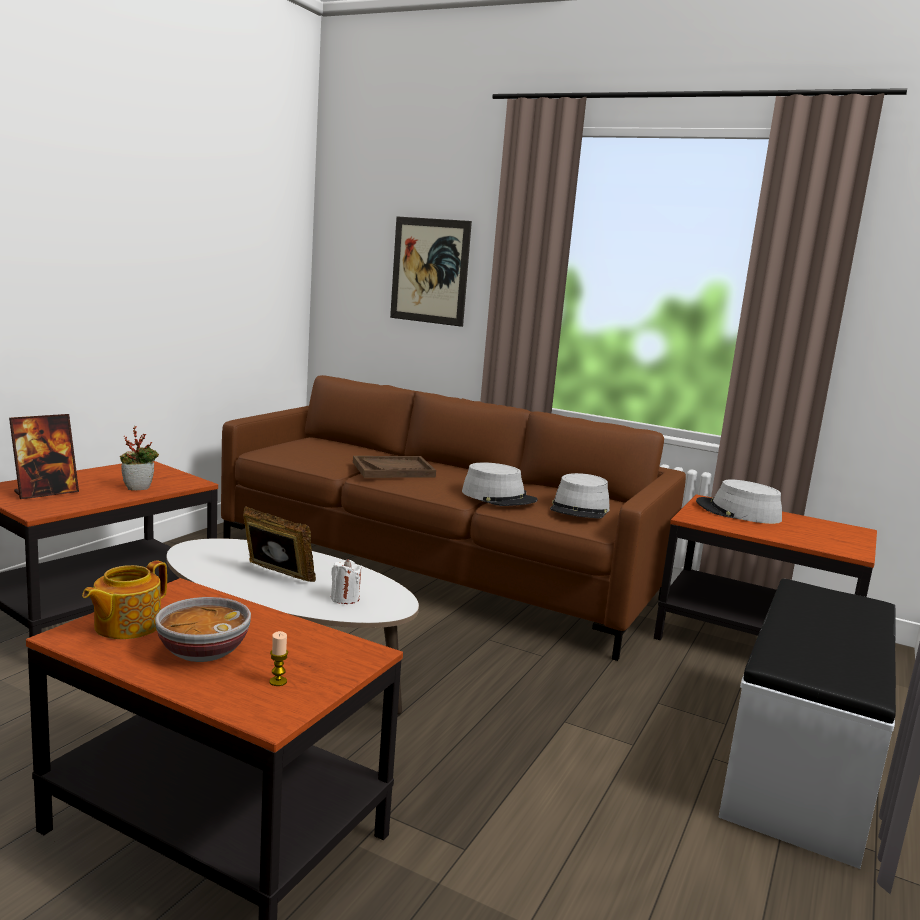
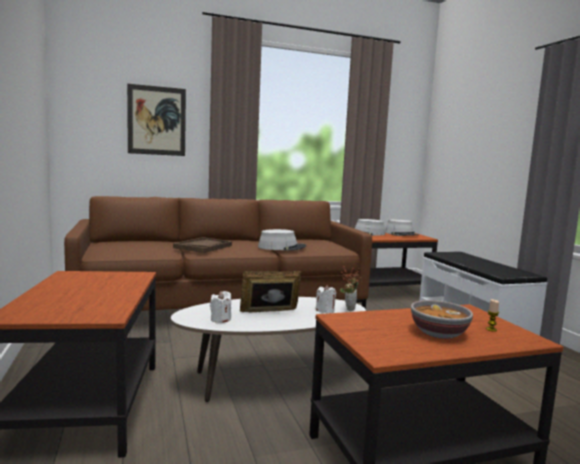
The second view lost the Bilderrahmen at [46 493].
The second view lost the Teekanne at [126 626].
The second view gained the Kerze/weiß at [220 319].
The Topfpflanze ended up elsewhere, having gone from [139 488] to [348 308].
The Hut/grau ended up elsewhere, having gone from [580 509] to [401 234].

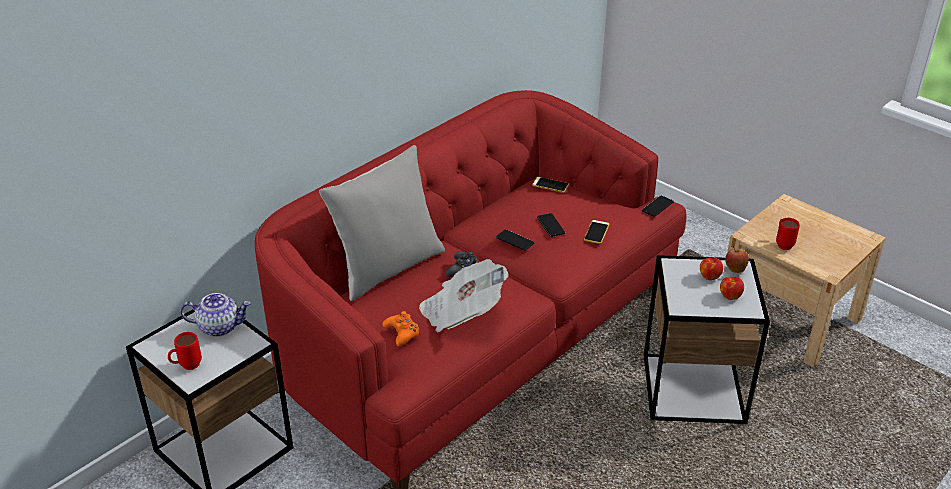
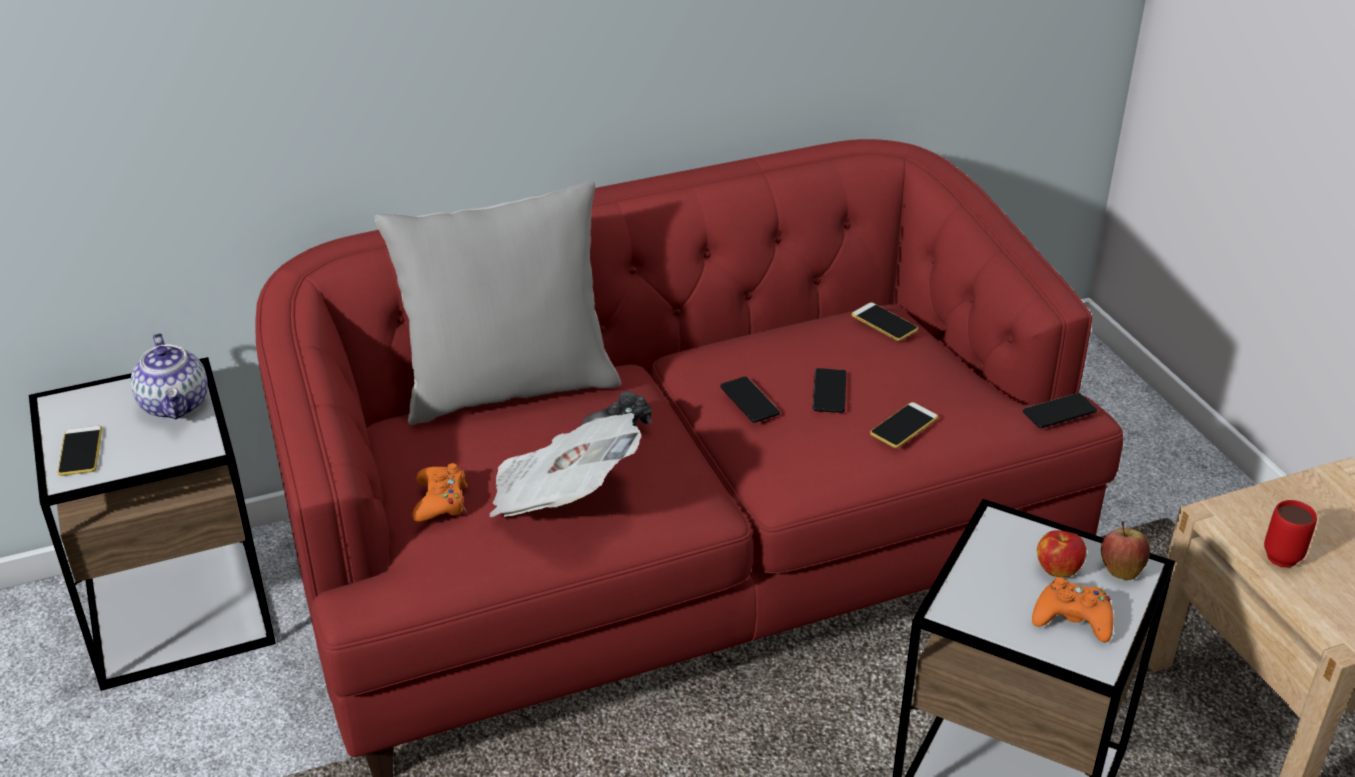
Where the Henkelbecher/rot stood at [186 366], the Handy came to stand at [80 451].
Where the Apfel stood at [730 296], the Gamepad/orange came to stand at [1073 618].
The Teekanne at [220 327] ended up facing another way, 45 degrees clockwise from before.

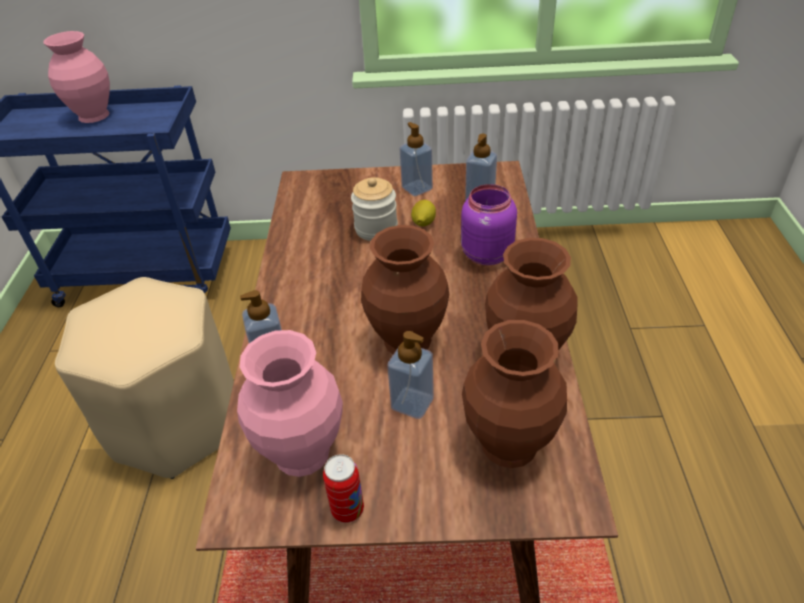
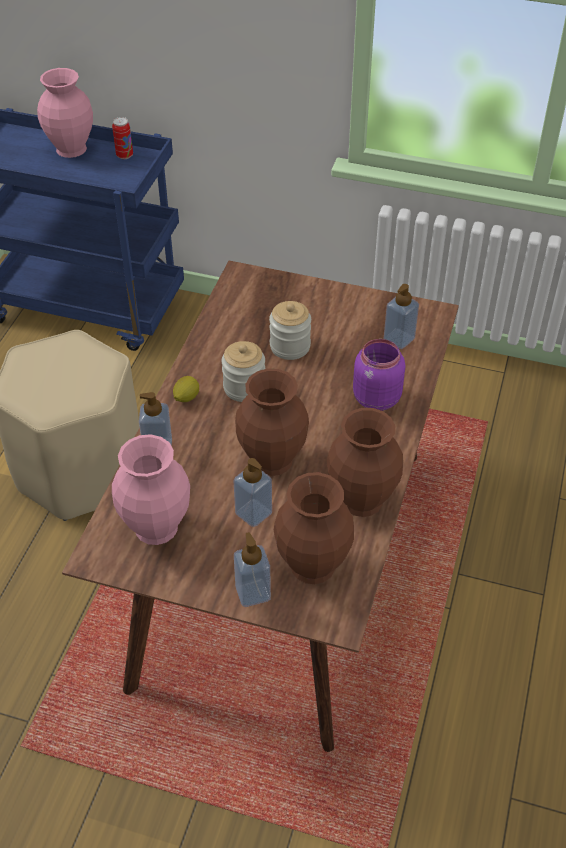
The second view gained the Vorratsglas at [244 387].
The Dose ended up elsewhere, having gone from [347 510] to [124 155].
The Seifenspender ended up elsewhere, having gone from [417 188] to [253 593].
The Zitrone ended up elsewhere, having gone from [423 223] to [186 398].

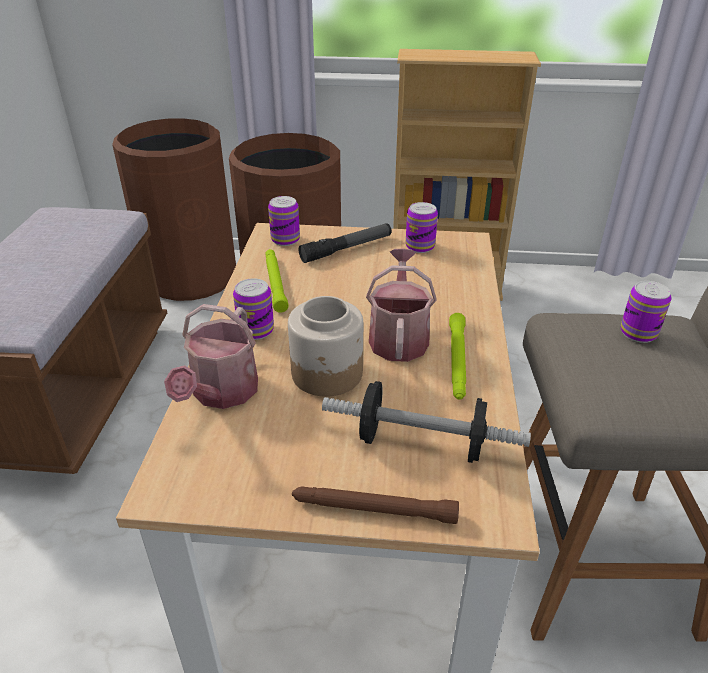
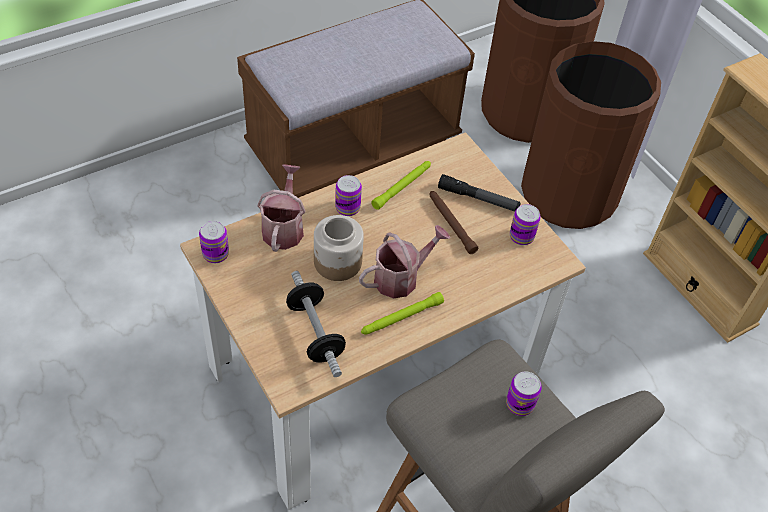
The Dose ended up elsewhere, having gone from [285 239] to [215 254].
The Taschenlampe/braun ended up elsewhere, having gone from [373 509] to [451 224].
The Gießkanne at [221 393] ended up facing another way, 120 degrees clockwise from before.

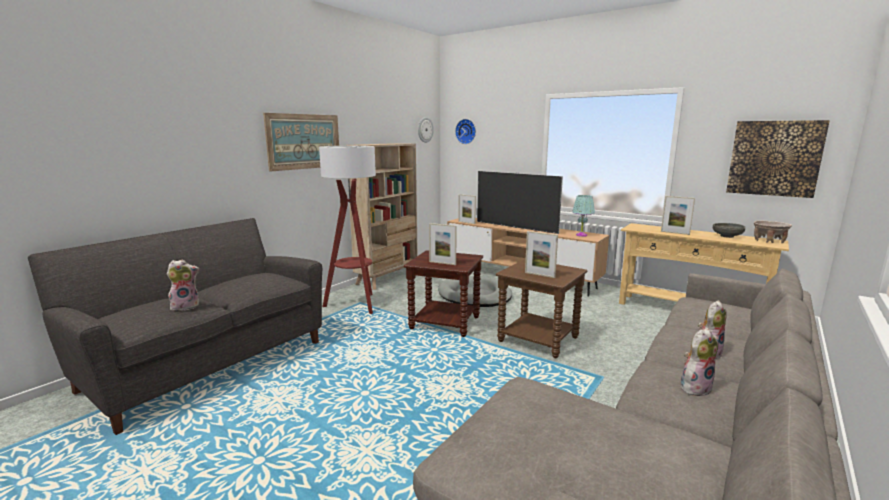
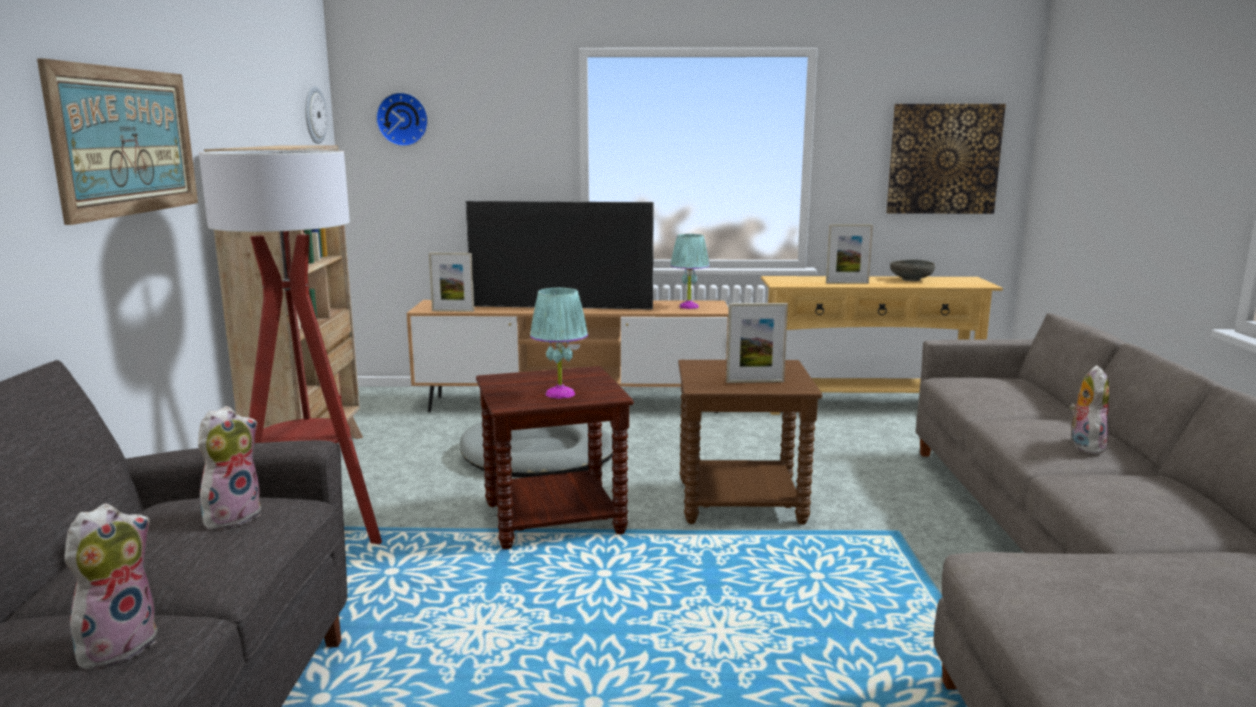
The second view lost the Schüssel/beige at [769 241].
The Plüschtier ended up elsewhere, having gone from [695 387] to [232 516].
Where the Bilderrahmen stood at [442 263], the Tischlampe/türkis came to stand at [560 394].

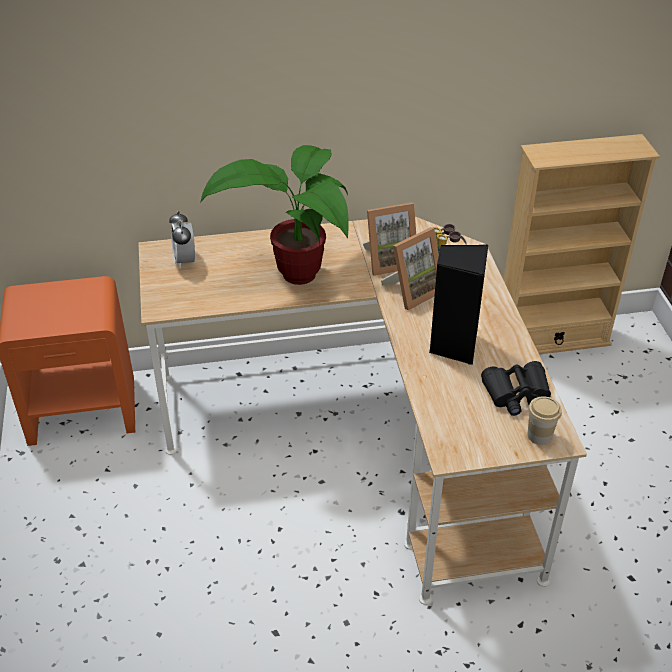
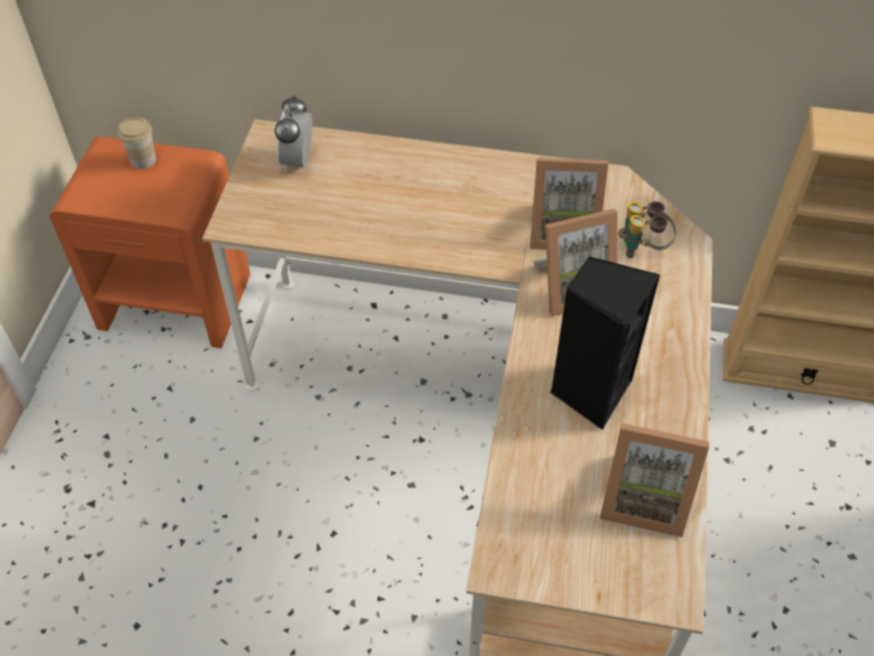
The second view lost the Topfpflanze at [293 276].
The Tasse ended up elsewhere, having gone from [539 435] to [143 160].
Where the Fernglas/schwarz stood at [516 395], the Bilderrahmen came to stand at [644 499].

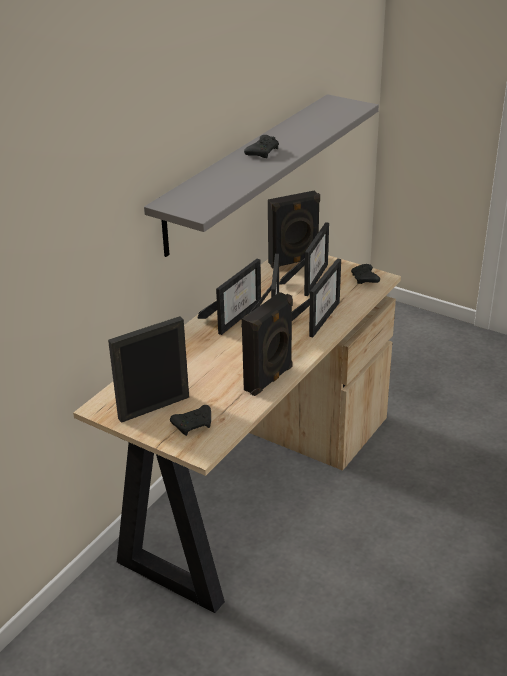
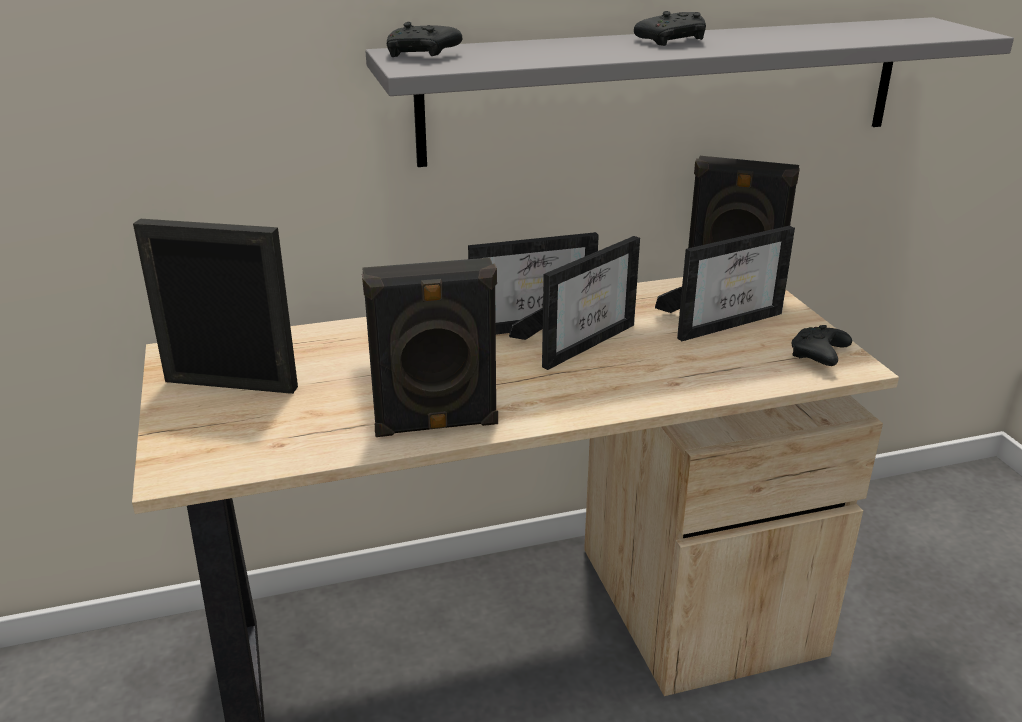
The second view lost the Bilderrahmen at [318 317].
The Gamepad/schwarz ended up elsewhere, having gone from [194 425] to [422 55].

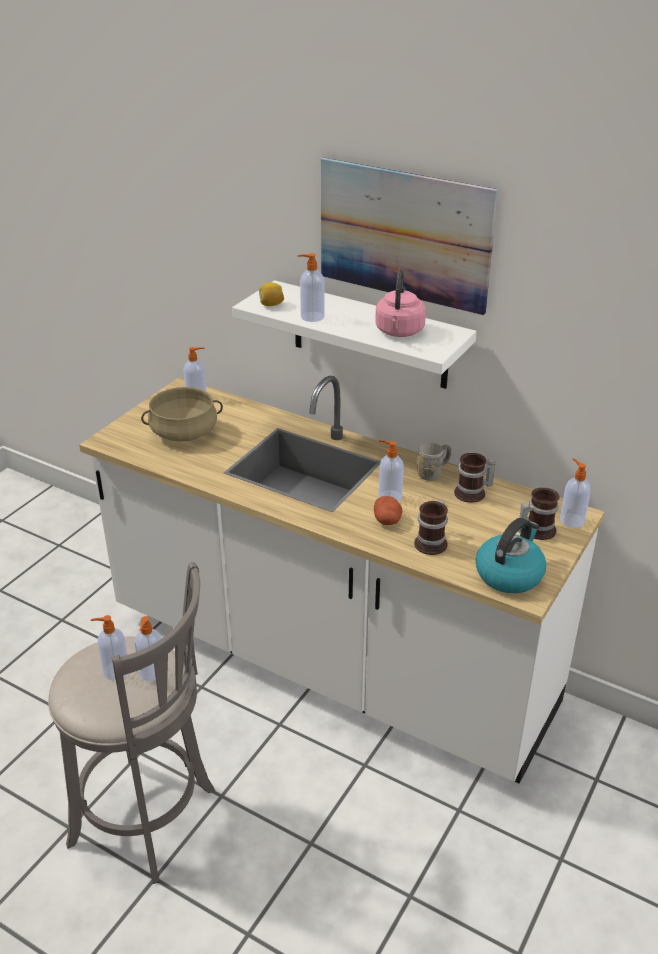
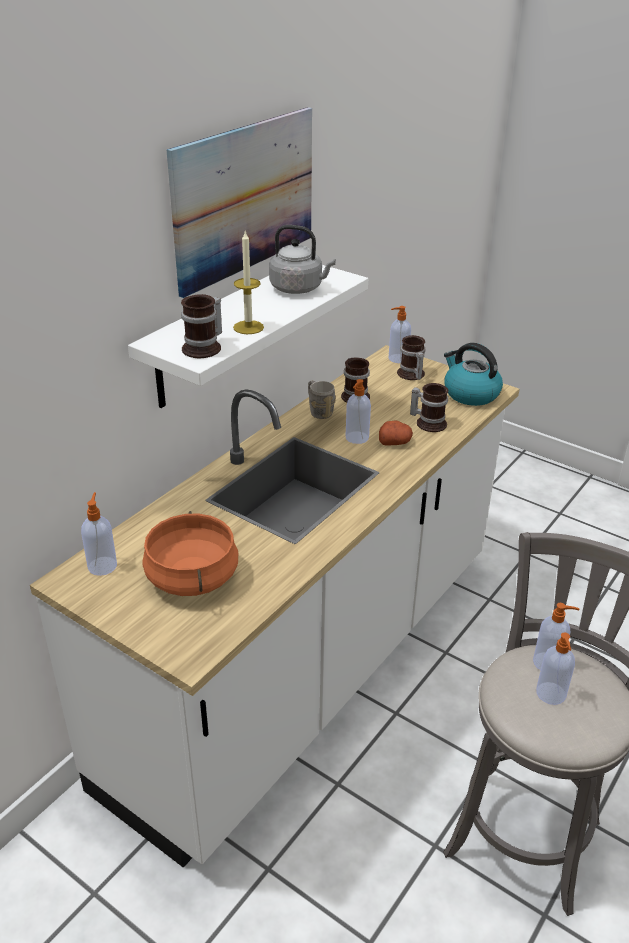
Where the Zitrone stood at [271 305], the Henkelbecher came to stand at [205 348].
Where the Seifenspender stood at [311 317], the Kerze came to stand at [248 327].
What was the Kochtopf/beige at [184 433] turned into the Kochtopf/orange at [193 577].
What was the Wasserkessel/rosa at [399 332] turned into the Wasserkessel/grau at [299 288].

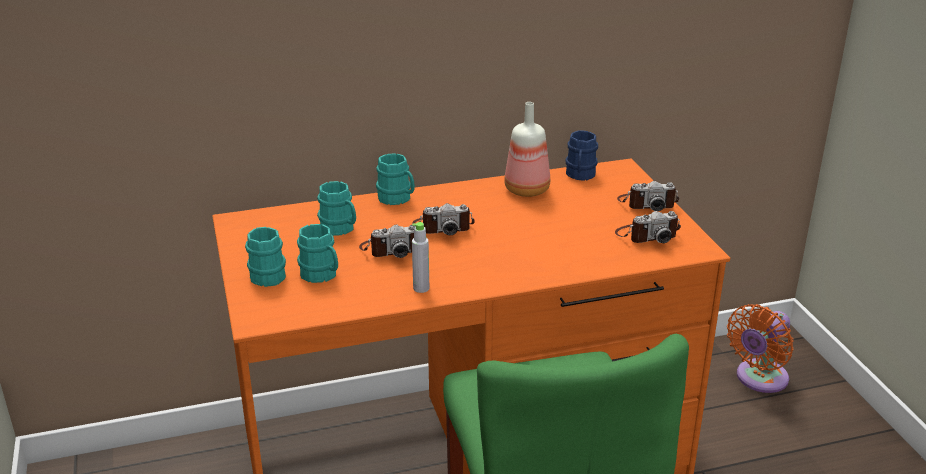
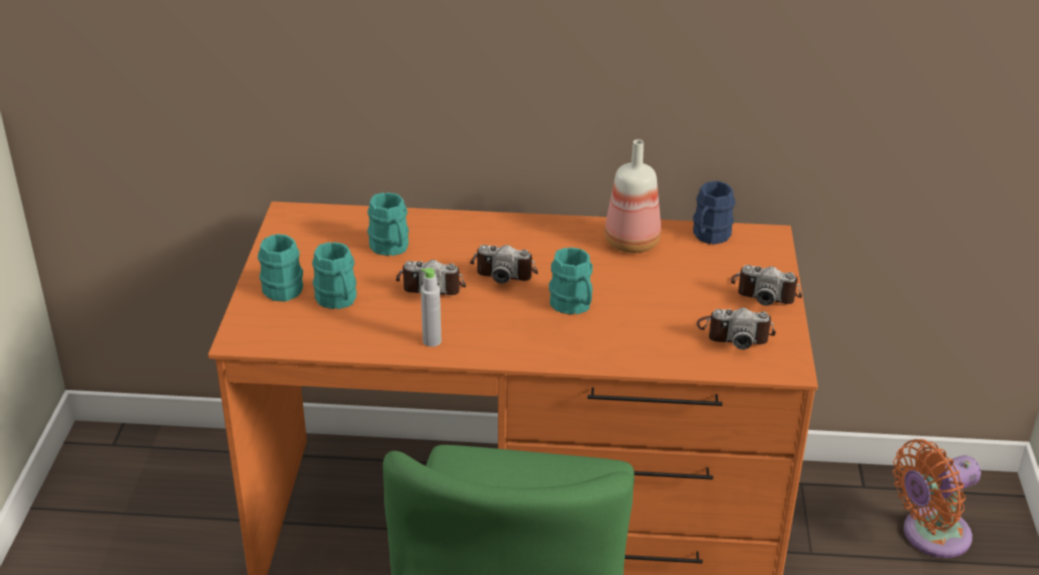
The Henkelbecher/türkis ended up elsewhere, having gone from [397 199] to [573 306].

